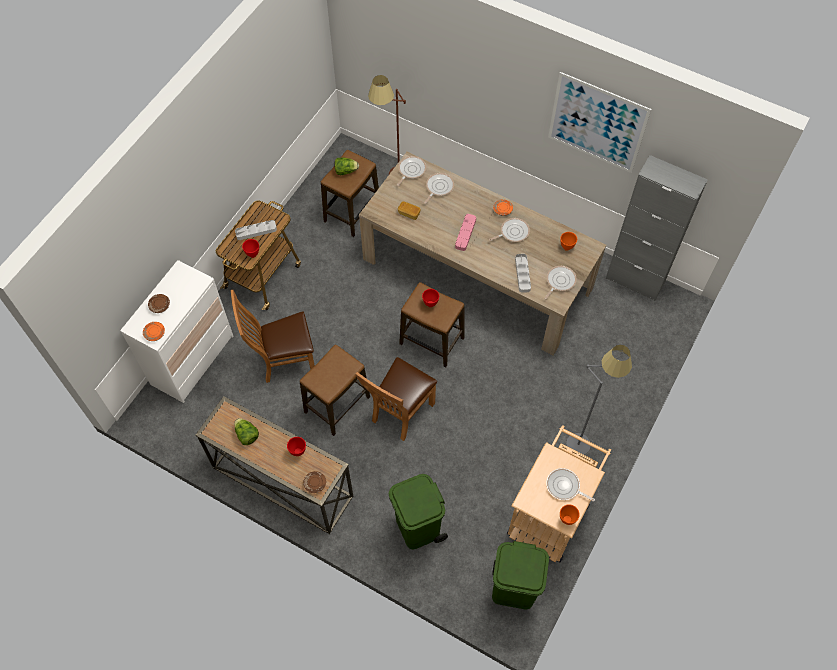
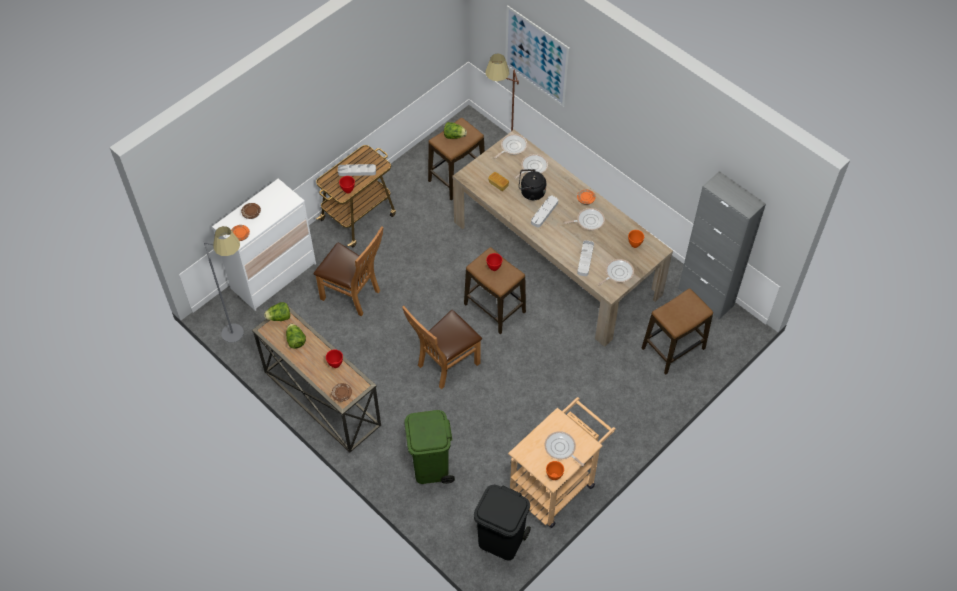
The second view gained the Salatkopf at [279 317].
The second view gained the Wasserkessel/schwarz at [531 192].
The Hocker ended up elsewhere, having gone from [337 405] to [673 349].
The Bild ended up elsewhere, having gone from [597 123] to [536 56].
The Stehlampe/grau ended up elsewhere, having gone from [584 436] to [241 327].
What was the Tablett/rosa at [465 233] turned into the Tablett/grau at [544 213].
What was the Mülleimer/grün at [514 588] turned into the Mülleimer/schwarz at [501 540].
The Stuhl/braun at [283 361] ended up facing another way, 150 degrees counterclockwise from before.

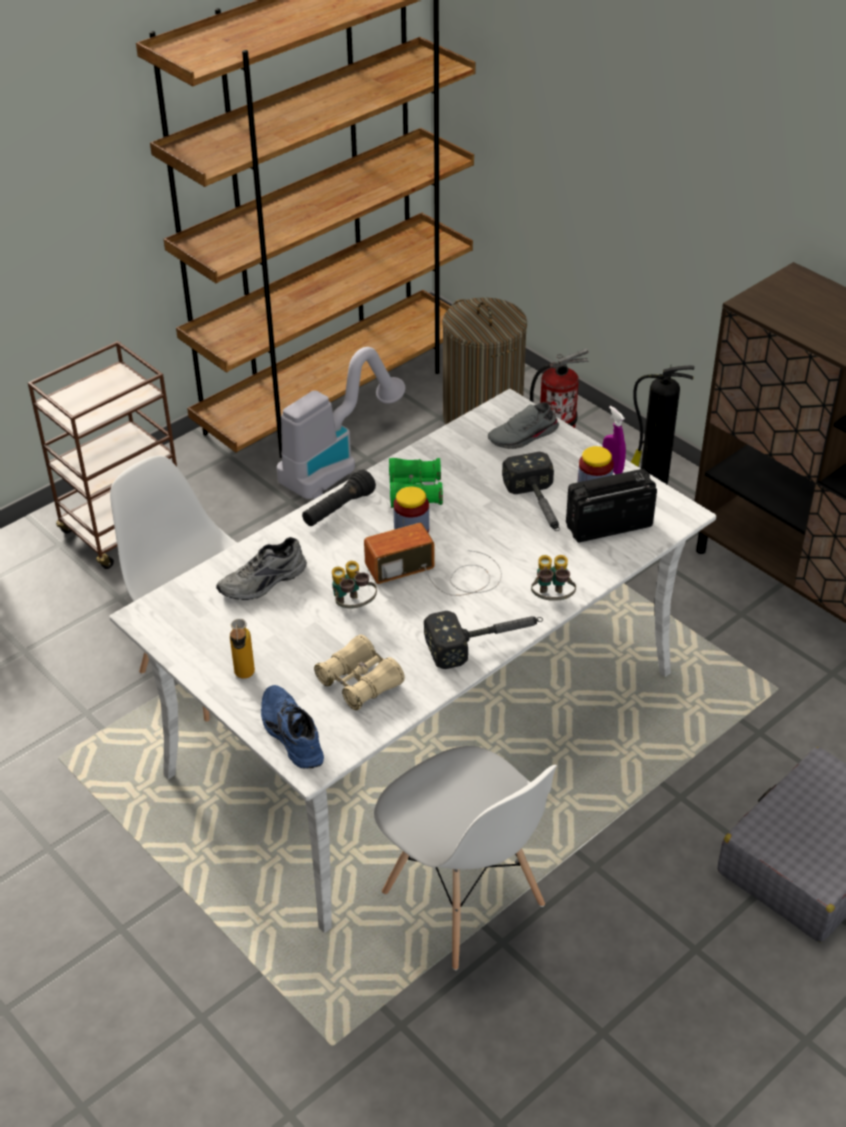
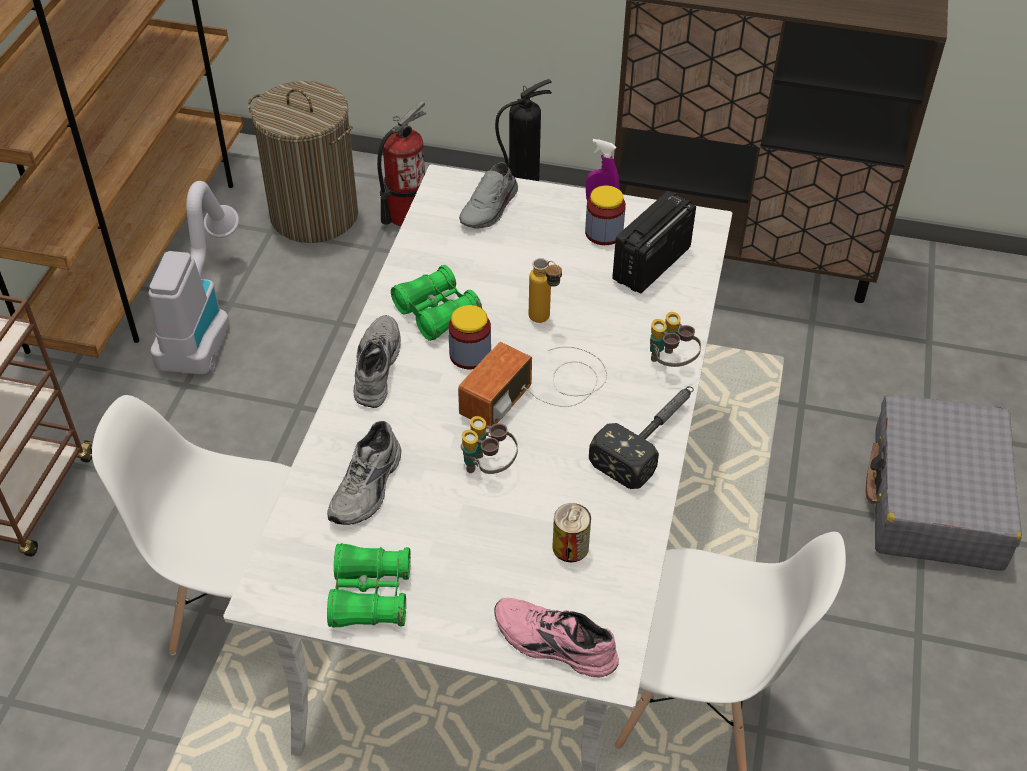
The second view lost the Hammer at [539 507].
The second view gained the Fernglas/grün at [370 596].
The Flasche ended up elsewhere, having gone from [244 678] to [544 321].
Where the Taschenlampe/schwarz stood at [338 509], the Schuh/grau came to stand at [374 367].
Where the Fernglas/beige stood at [359 682], the Dose came to stand at [570 547].
What was the Schuh/blau at [289 734] turned into the Schuh/rosa at [553 645].

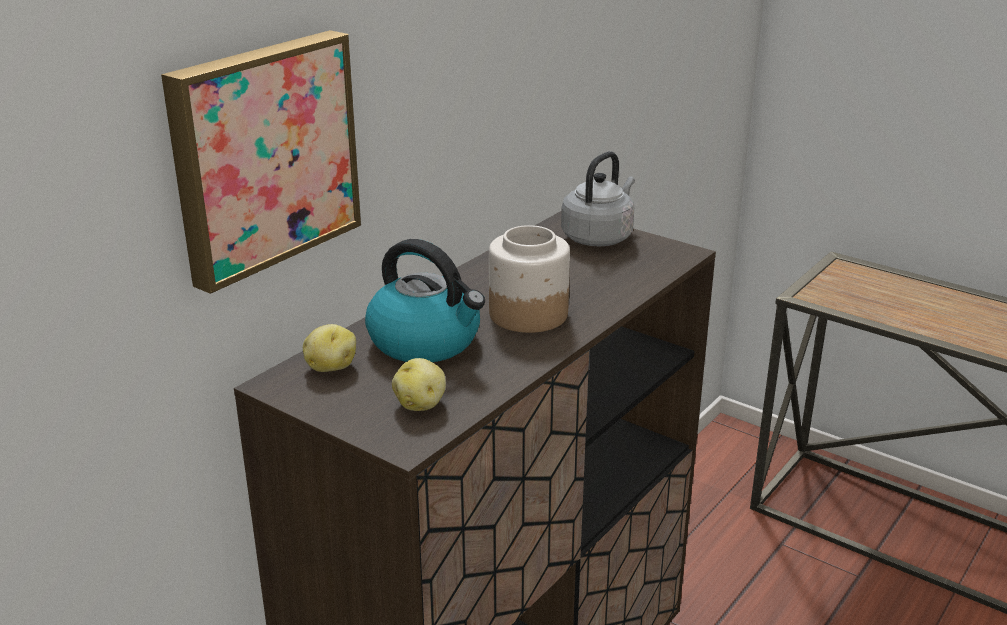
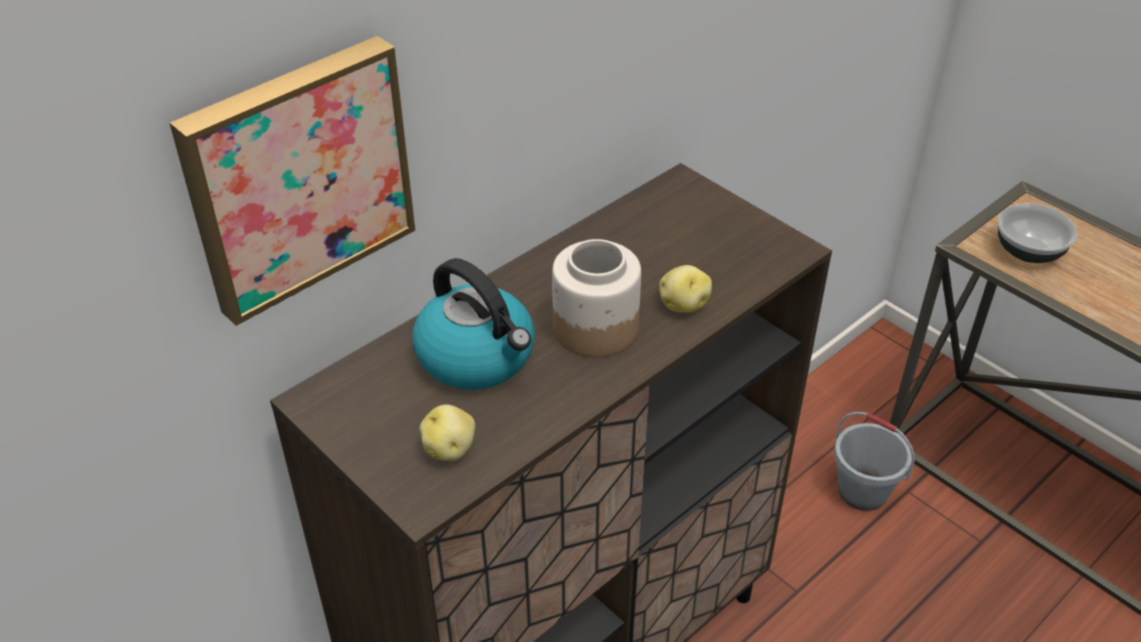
The second view lost the Wasserkessel/grau at [599 237].
The second view gained the Eimer/grau at [863 491].
The second view gained the Schüssel at [1029 251].
The Kartoffel ended up elsewhere, having gone from [330 367] to [683 305].

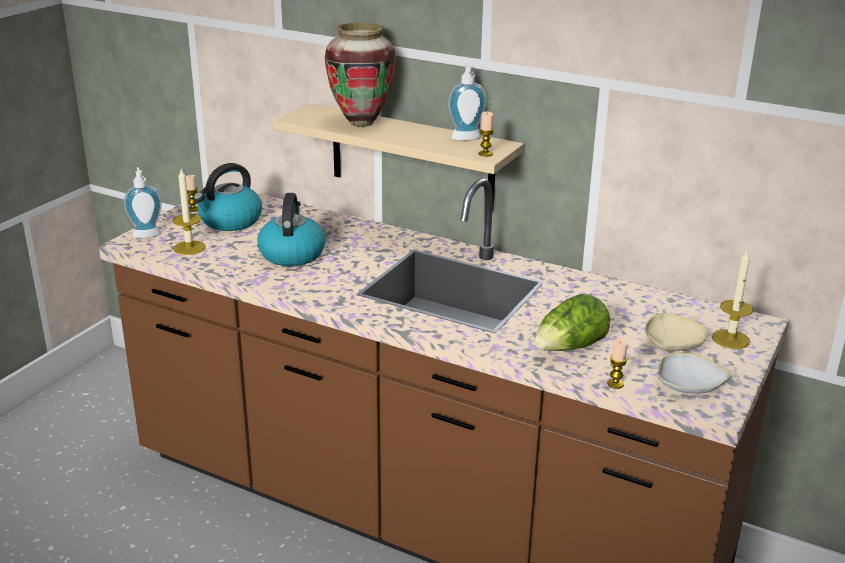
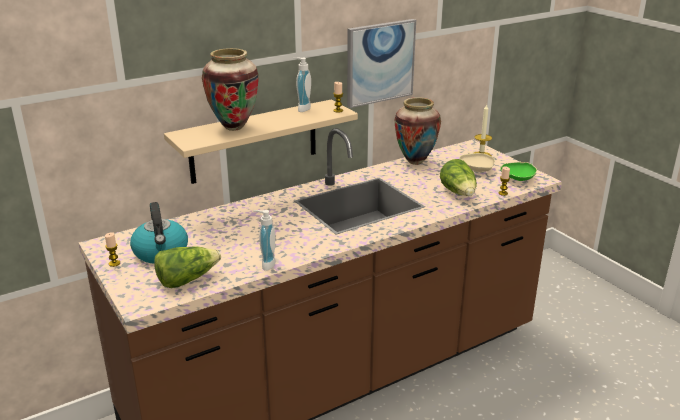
The second view lost the Wasserkessel at [292 254].
The second view gained the Bild at [380 62].
The second view gained the Vase at [415 161].
The Seifenspender ended up elsewhere, having gone from [146 233] to [265 264].
Where the Kerze stood at [189 248], the Salatkopf came to stand at [187 279].
What was the Schüssel/weiß at [686 387] turned into the Schüssel/grün at [517 179].

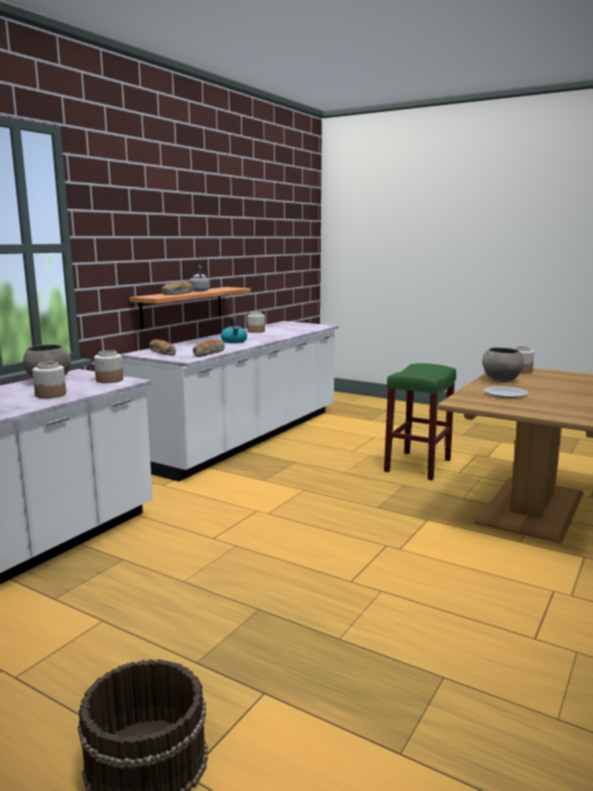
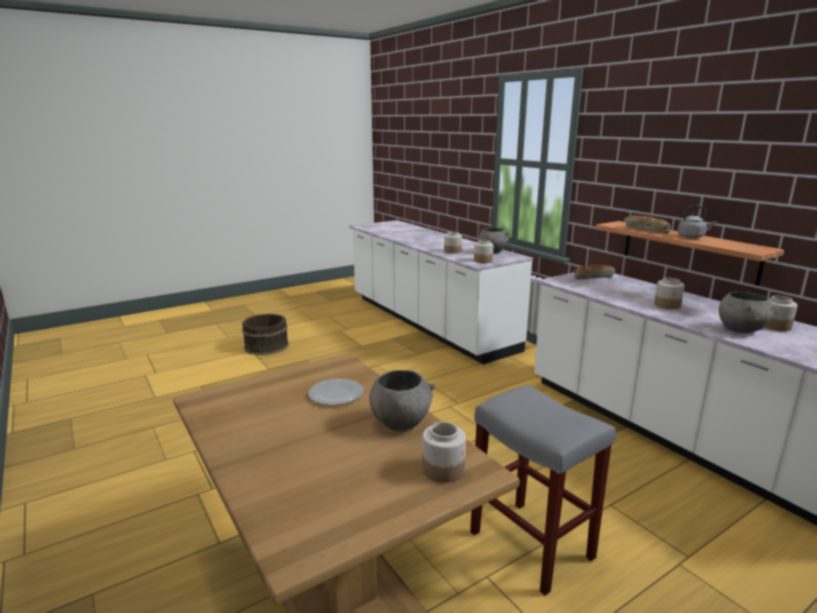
The second view lost the Brot at [208 353].
The second view gained the Schüssel/grau at [741 330].
Where the Wasserkessel stood at [234 341], the Vorratsglas came to stand at [667 305].
What was the Hocker/grün at [417 465] turned into the Hocker/grau at [533 545].

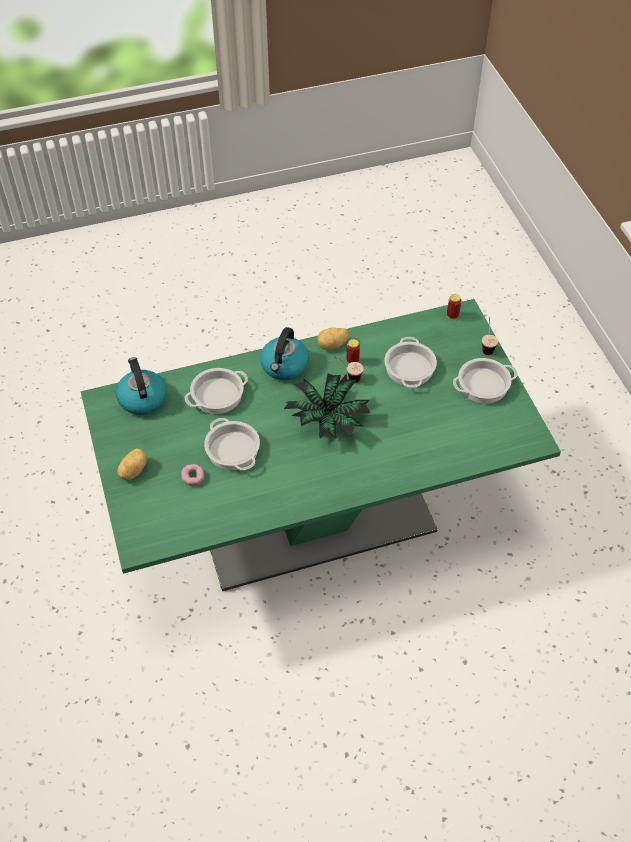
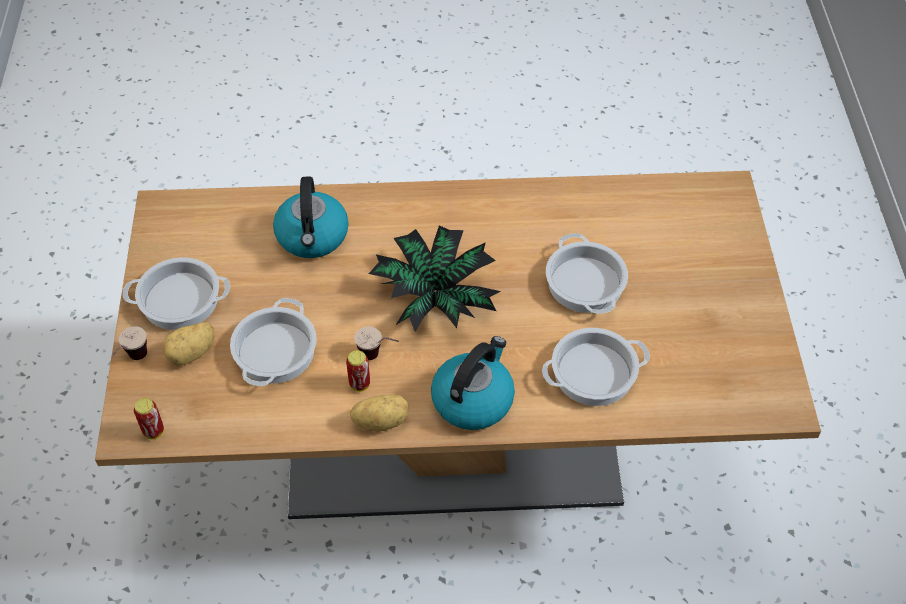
The second view lost the Donut at [193 478].
The Wasserkessel ended up elsewhere, having gone from [142 398] to [313 237].
The Kartoffel ended up elsewhere, having gone from [132 470] to [192 353].
What was the Esstisch/grün at [315 517] turned into the Esstisch/beige at [453 444].

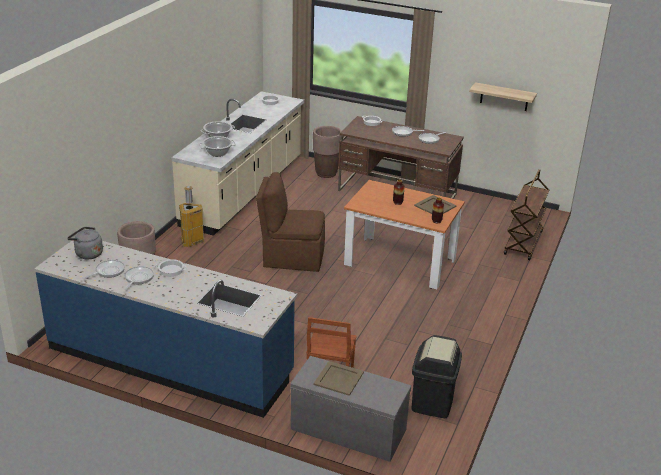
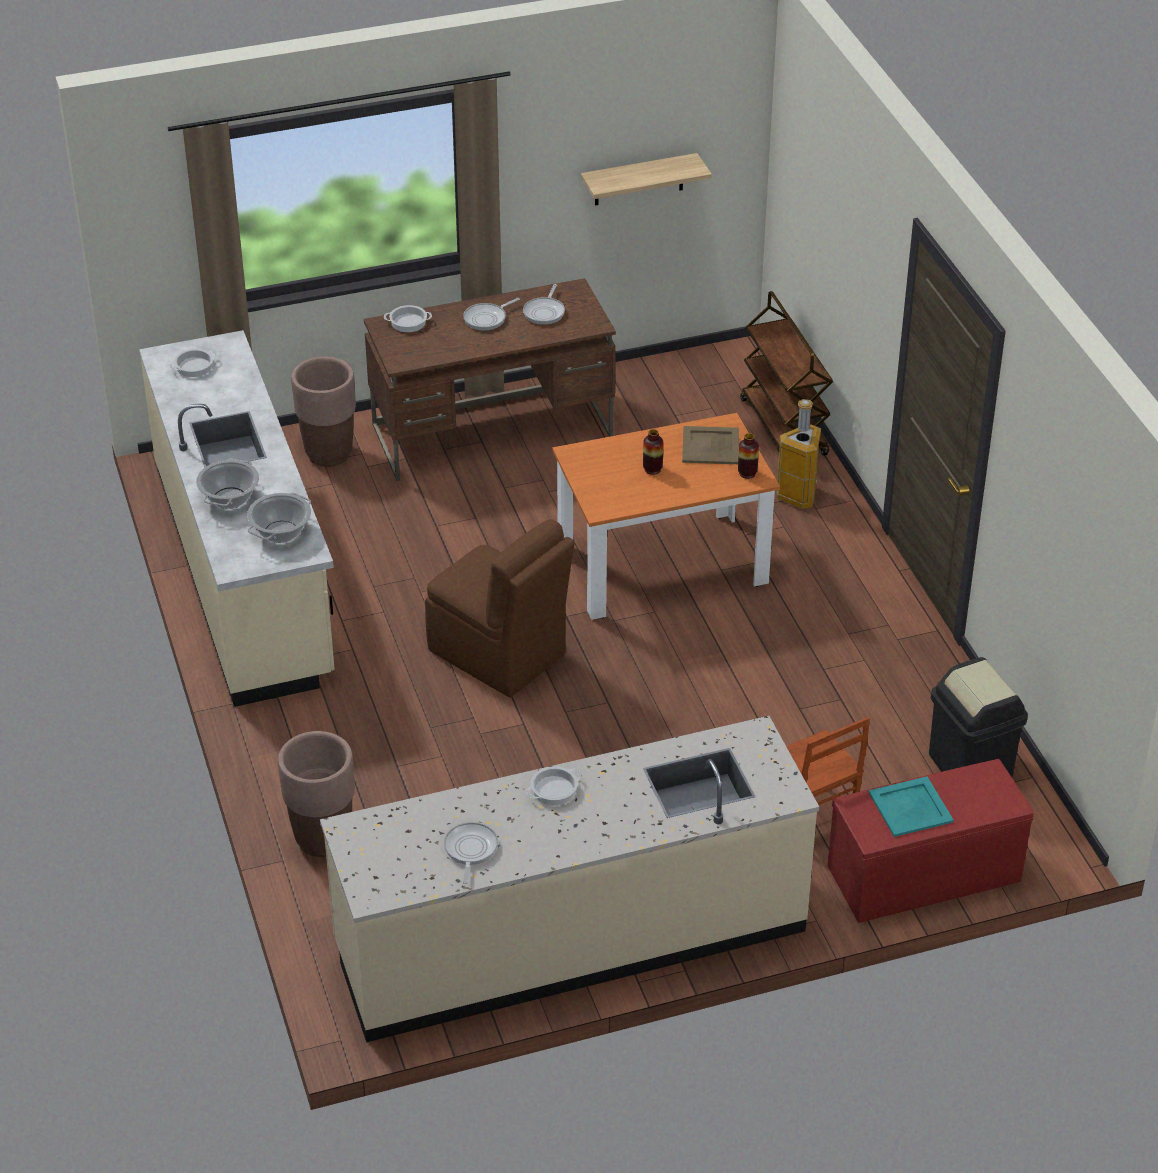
The second view lost the Wasserkessel/grau at [87 254].
The second view lost the Pfanne at [138 278].
The Mülleimer ended up elsewhere, having gone from [192 242] to [799 496].
What was the Küchenzeile/blau at [170 361] turned into the Küchenzeile/beige at [570 938].
What was the Bank/grau at [347 430] turned into the Bank/rot at [923 875].
What was the Tablett/beige at [339 379] turned into the Tablett/türkis at [911 807].
The Stuhl/braun at [292 258] ended up facing another way, 105 degrees counterclockwise from before.

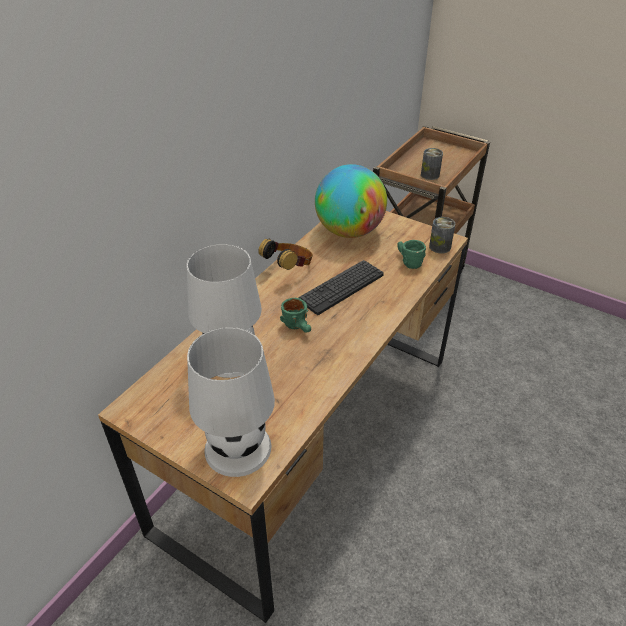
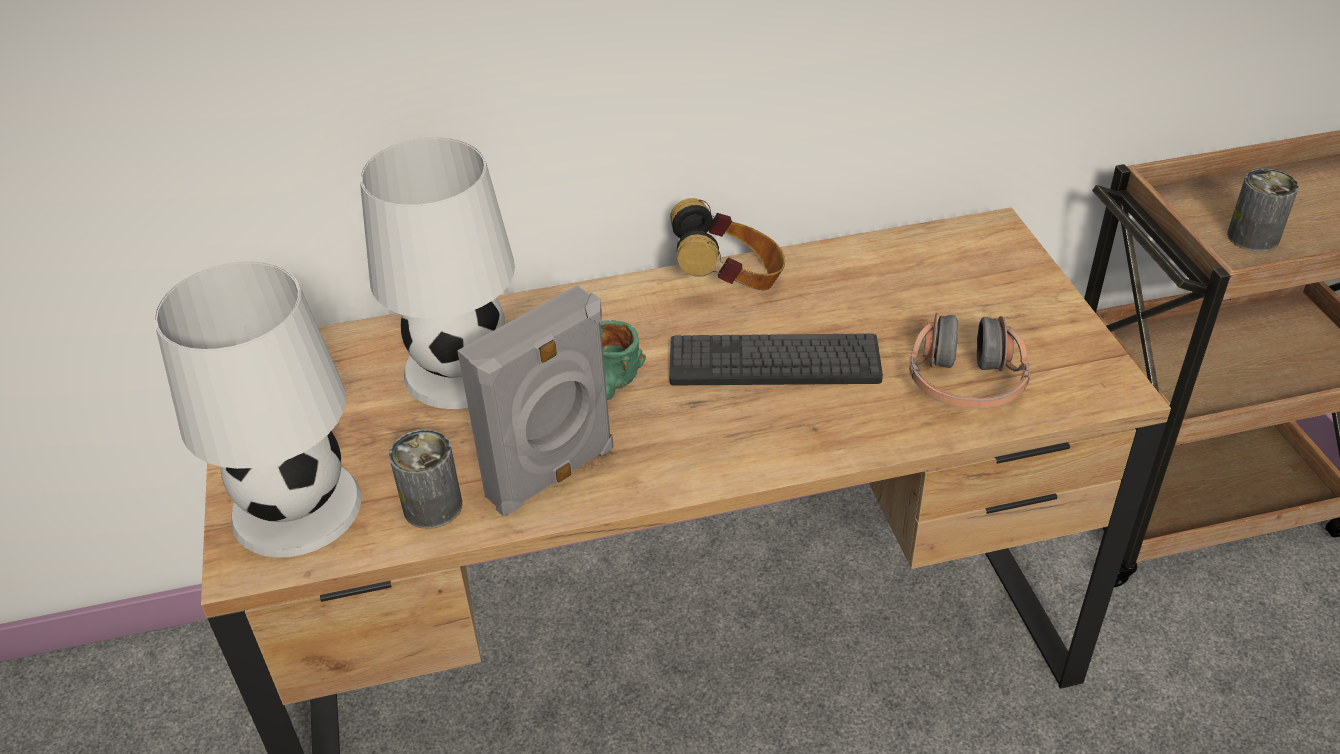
The second view lost the Globus at [349 231].
The second view gained the Lautsprecher/grau at [553 475].
The Dose ended up elsewhere, having gone from [440 247] to [432 506].
Where the Henkelbecher/grün stood at [407 261], the Kopfhörer came to stand at [965 382].

